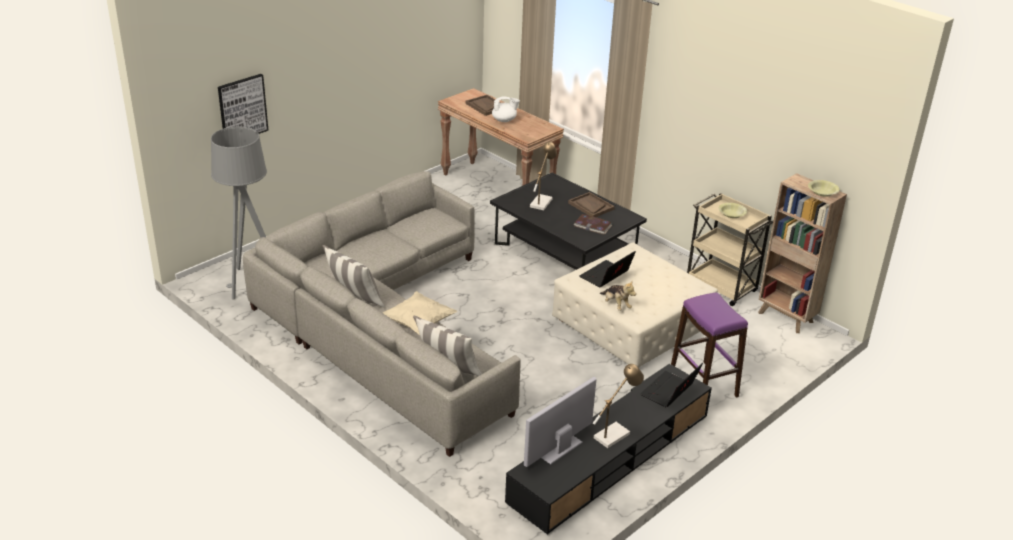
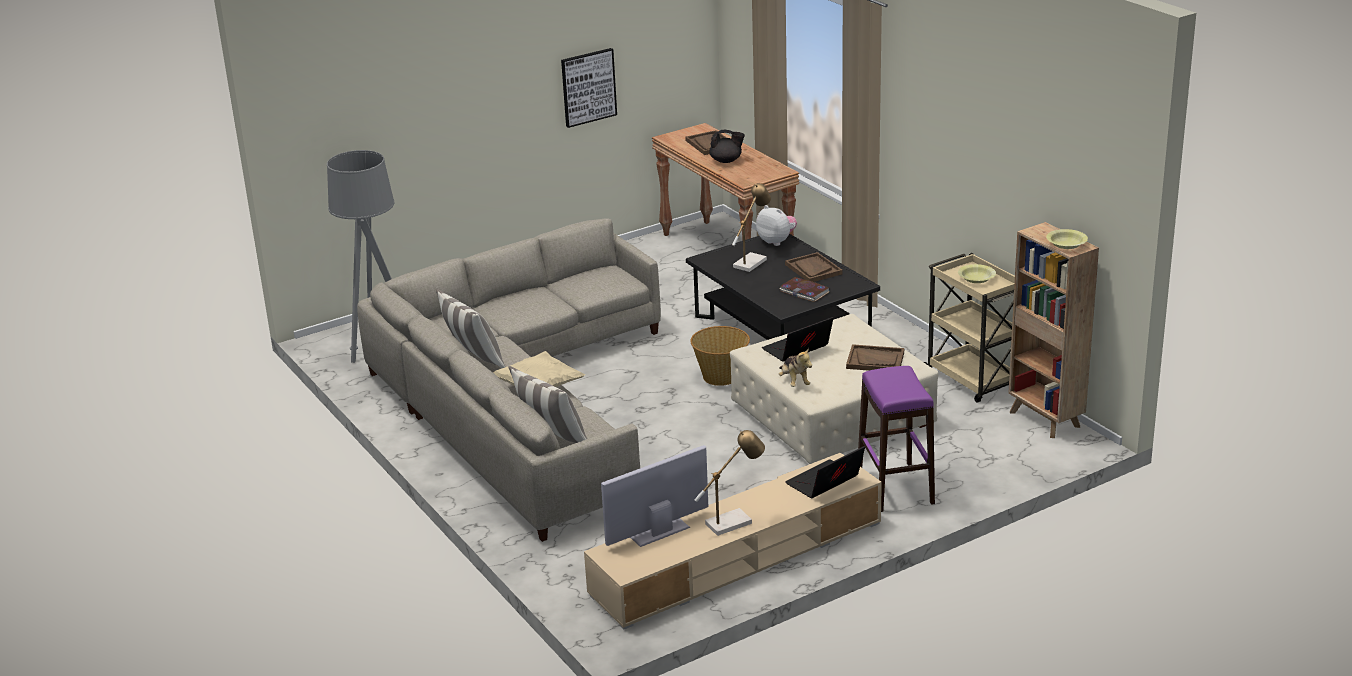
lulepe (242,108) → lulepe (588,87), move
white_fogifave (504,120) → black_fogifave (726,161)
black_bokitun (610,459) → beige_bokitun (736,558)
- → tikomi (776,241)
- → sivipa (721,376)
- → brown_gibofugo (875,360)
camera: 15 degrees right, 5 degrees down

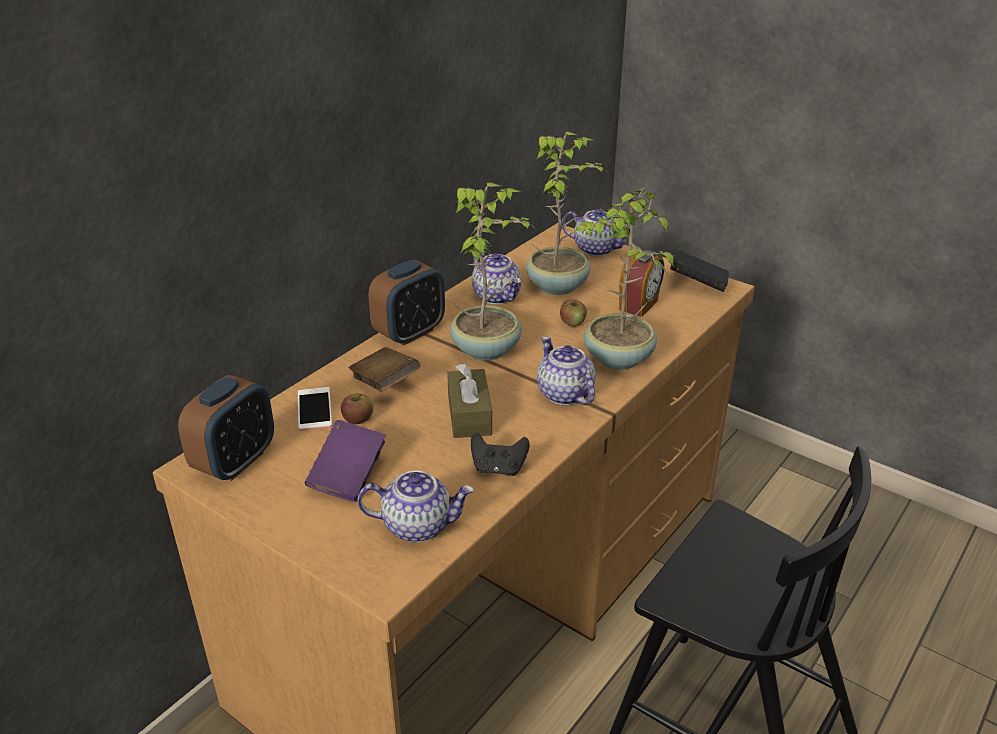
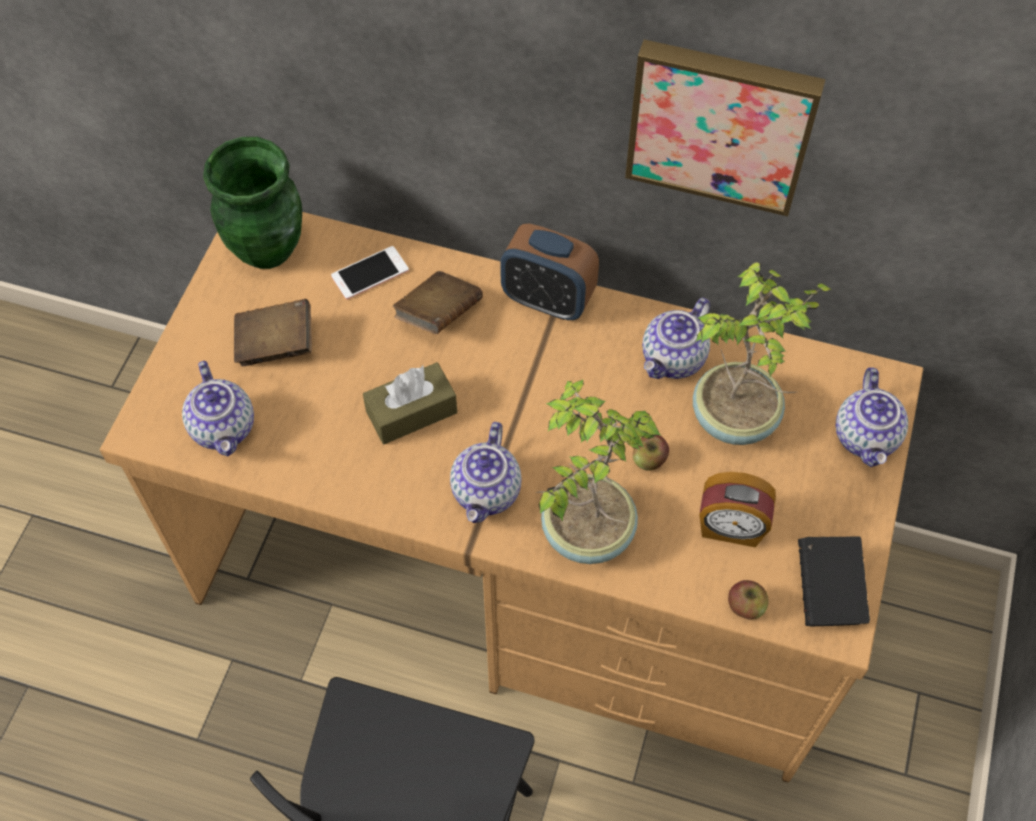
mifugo (487,349) → -
fogifave (564,394) → fogifave (487,492), 150 degrees clockwise
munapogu (235,462) → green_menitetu (268,248)
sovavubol (358,419) → sovavubol (745,606), move
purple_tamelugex (348,476) → brown_tamelugex (276,345)
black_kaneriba (498,468) → -
- → lulepe (721,123)
camera: 70 degrees right, 25 degrees up

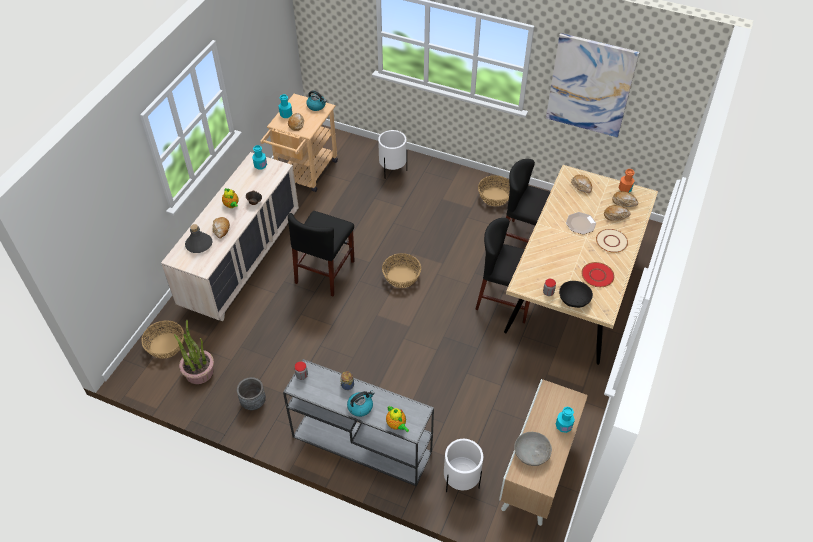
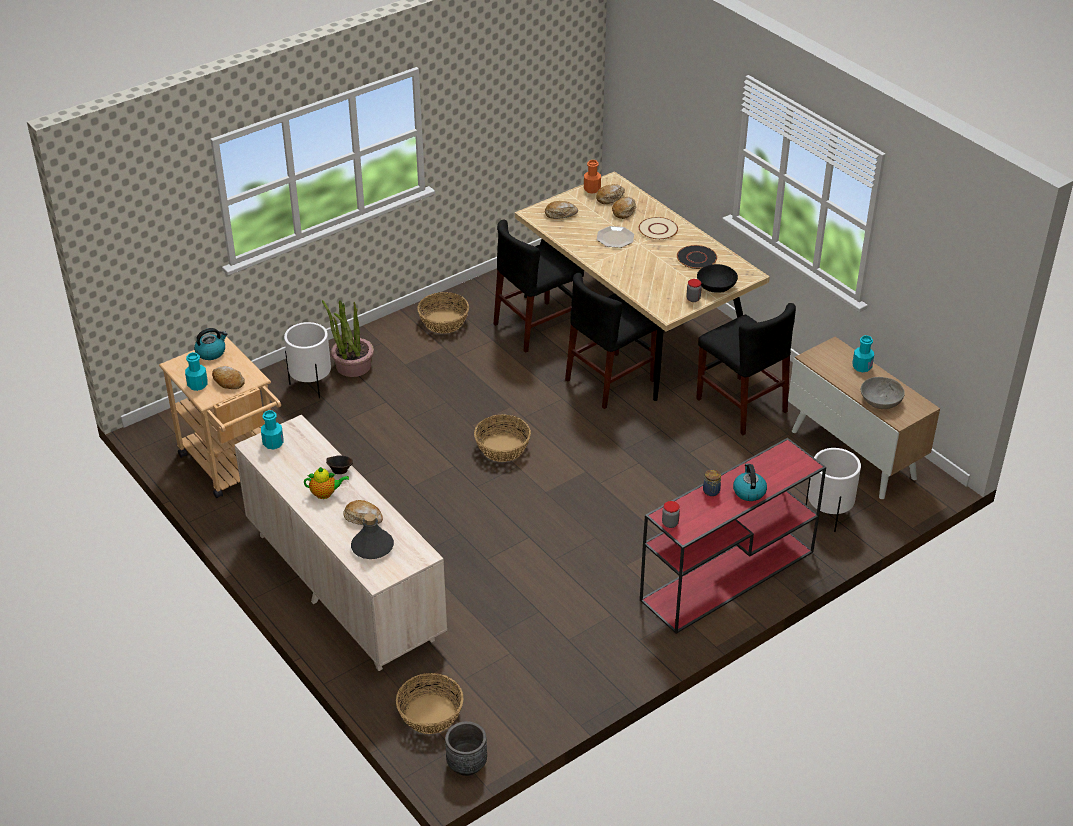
lulepe (590,85) → -
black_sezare (325,272) → black_sezare (741,405), move
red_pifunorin (597,275) → black_pifunorin (697,258)
mifugo (199,371) → mifugo (353,365), move
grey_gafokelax (360,444) → red_gafokelax (726,577)
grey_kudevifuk (253,402) → grey_kudevifuk (466,764), move
fogifave (397,425) → -
camera: 60 degrees left, 10 degrees down

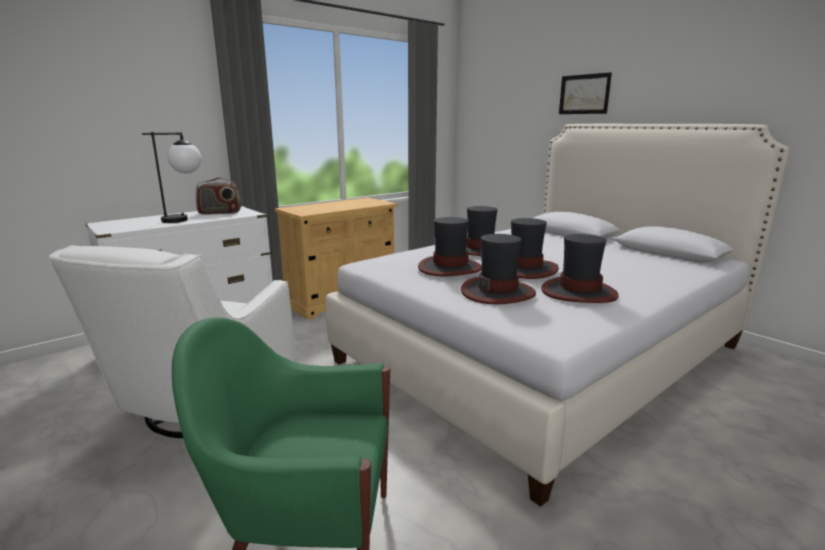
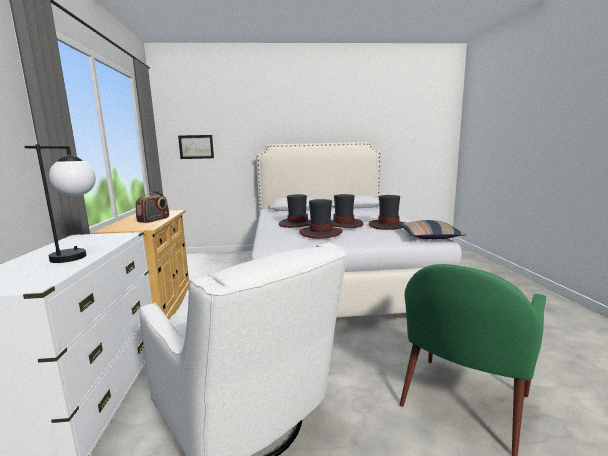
lulepe (584,94) → lulepe (196,147), move
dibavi (219,213) → dibavi (154,220), move
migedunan (498,292) → -
- → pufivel (429,236)
camera: 55 degrees left, 5 degrees down

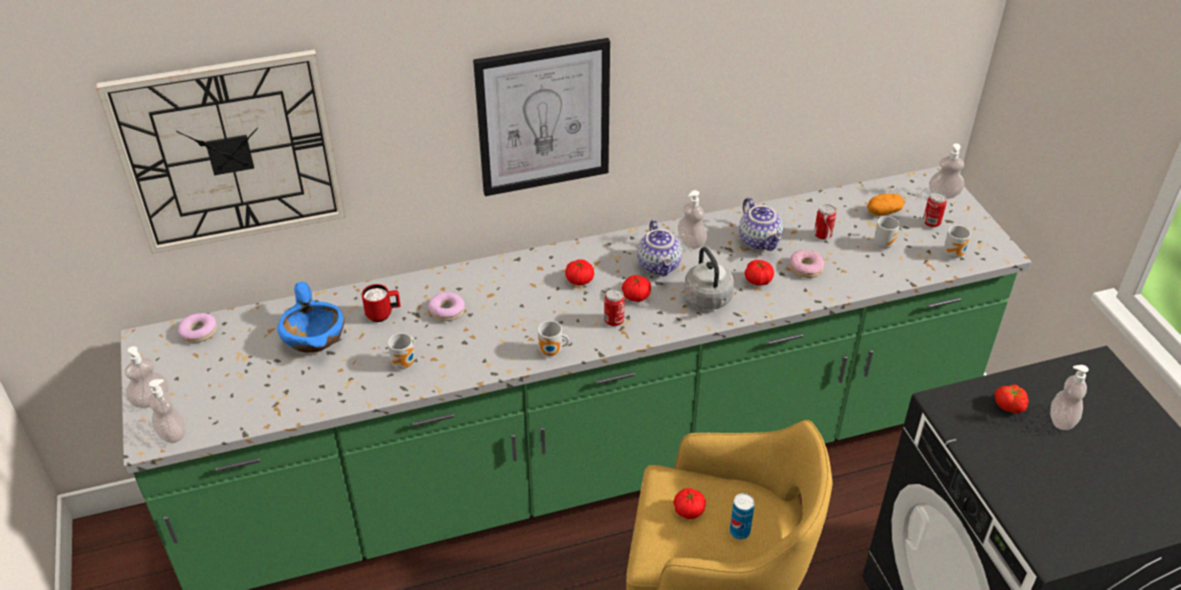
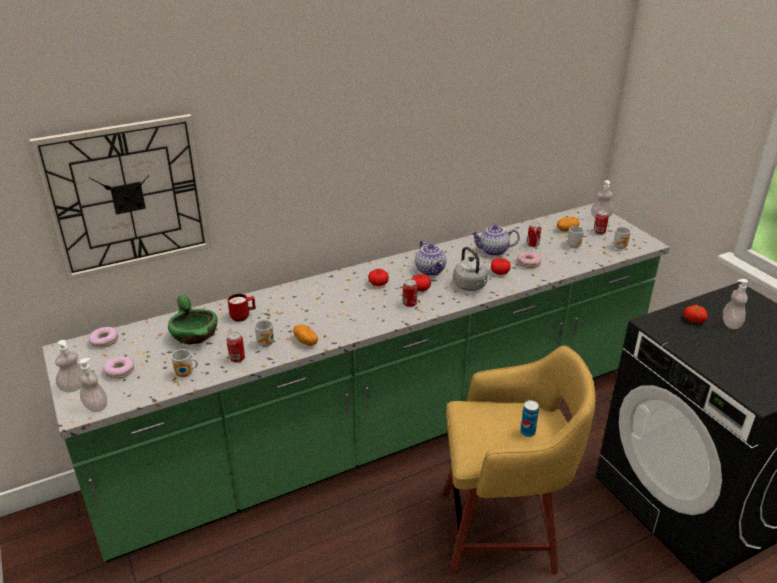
lulepe (543,117) → -
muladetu (691,242) → -
fogifave (760,241) → fogifave (493,251), 120 degrees clockwise
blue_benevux (314,338) → green_benevux (195,335)
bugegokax (447,311) → bugegokax (119,371), move
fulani (552,352) → fulani (185,375), move
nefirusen (688,510) → -
- → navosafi (306,341)
- → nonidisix (237,359)
camera: 10 degrees left, 10 degrees down

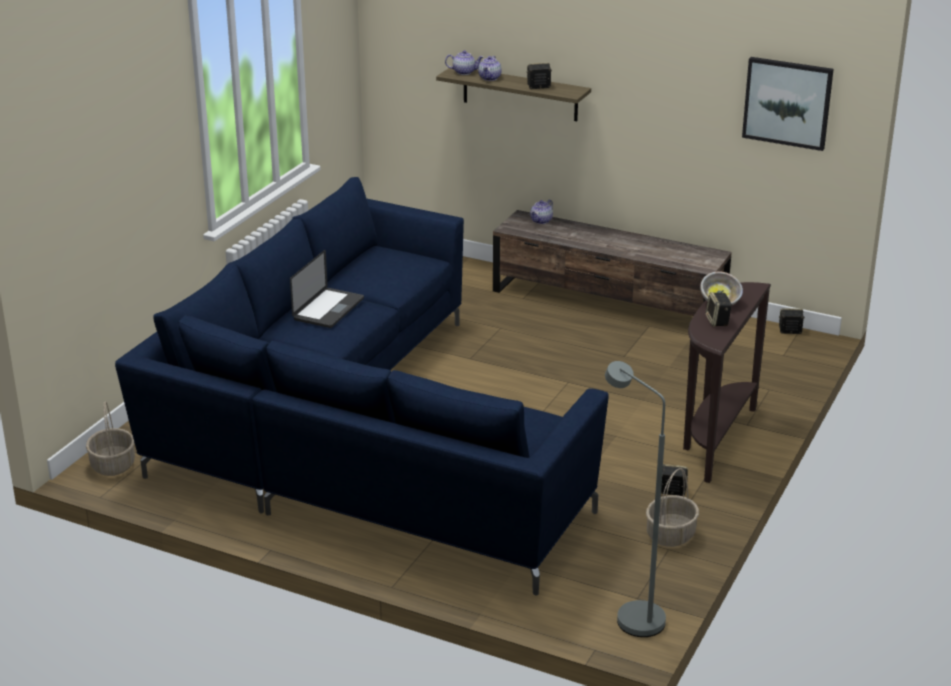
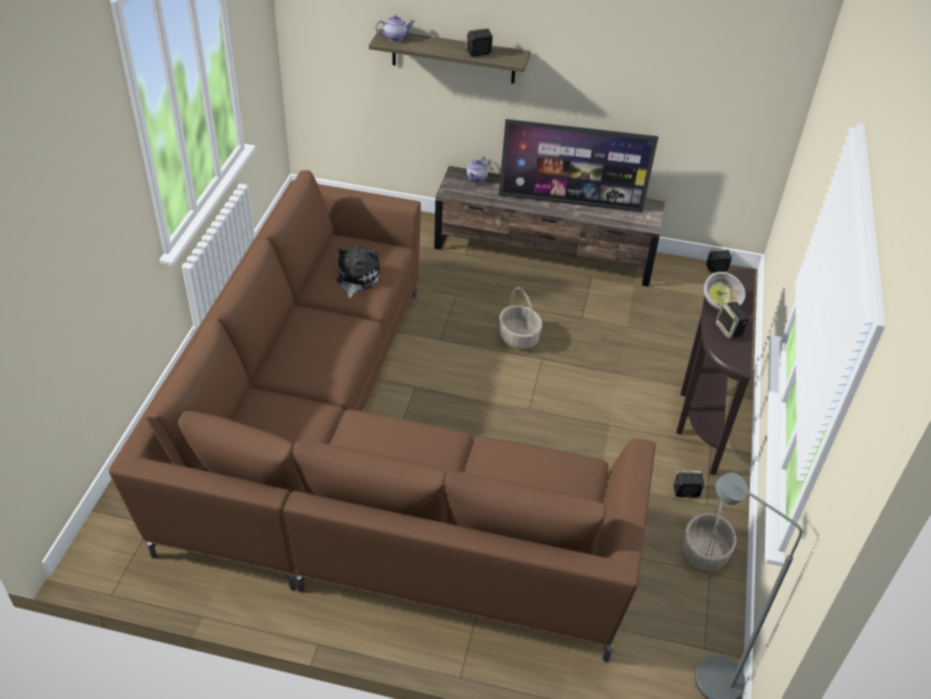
fogifave (490,78) → -
lulepe (787,102) → -
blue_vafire (356,439) → brown_vafire (361,466)
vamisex (328,309) → -
sivipa (113,465) → sivipa (519,338), move
- → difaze (570,202)
- → tikomi (356,278)
camera: 15 degrees left, 15 degrees up

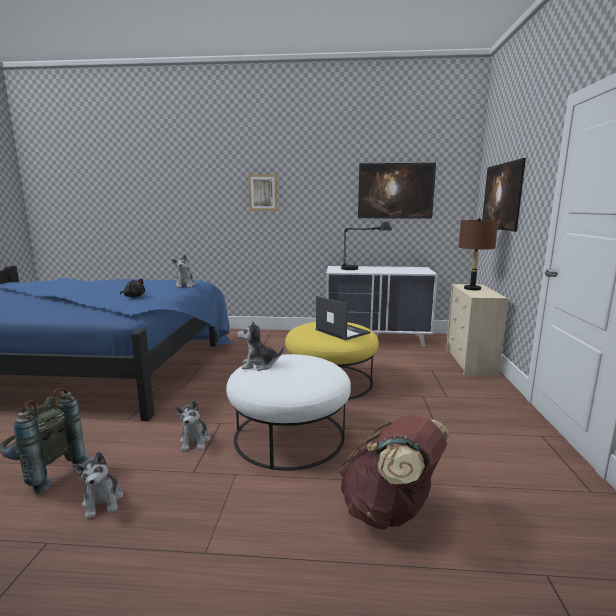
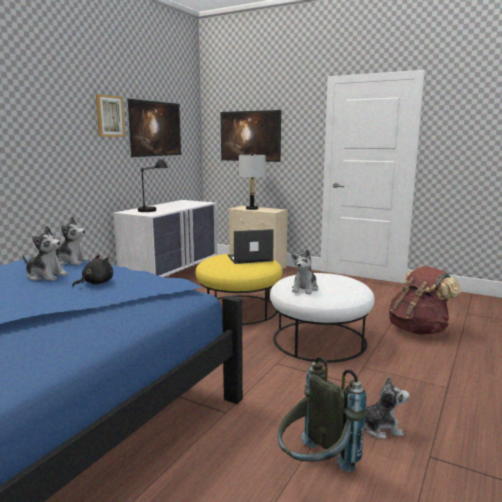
lulepe (263,192) → lulepe (109,116), move
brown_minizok (472,289) → grey_minizok (251,208)
tikomi (195,441) → tikomi (46,276), move
camera: 65 degrees left, 0 degrees up

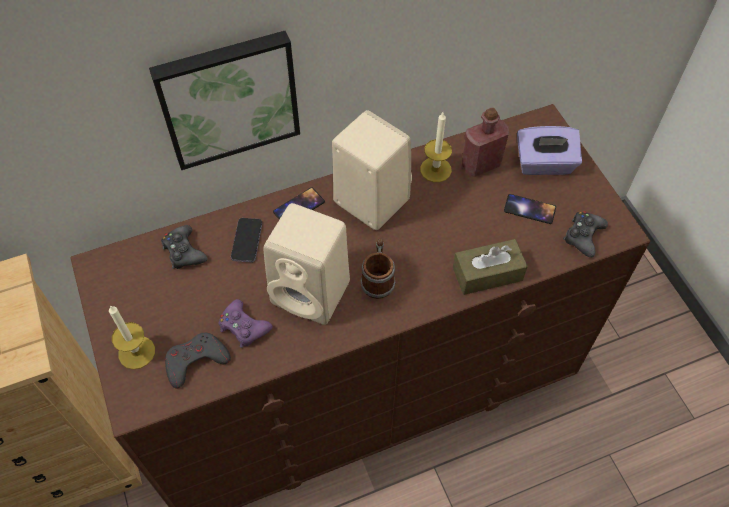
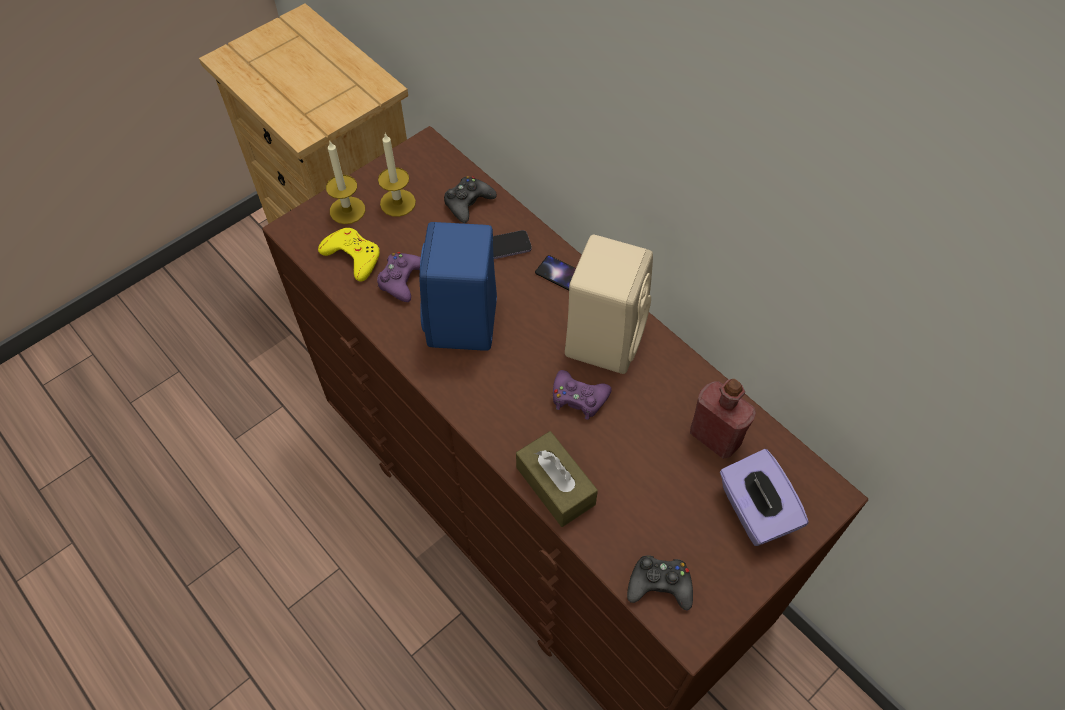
lulepe (228,98) → -
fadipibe (435,169) → fadipibe (397,203), move
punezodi (529,209) → -
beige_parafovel (313,293) → blue_parafovel (463,324)
fulani (378,279) → -
grey_kaneriba (196,361) → yellow_kaneriba (353,256)
- → purple_kaneriba (578,398)
camera: 70 degrees right, 0 degrees up

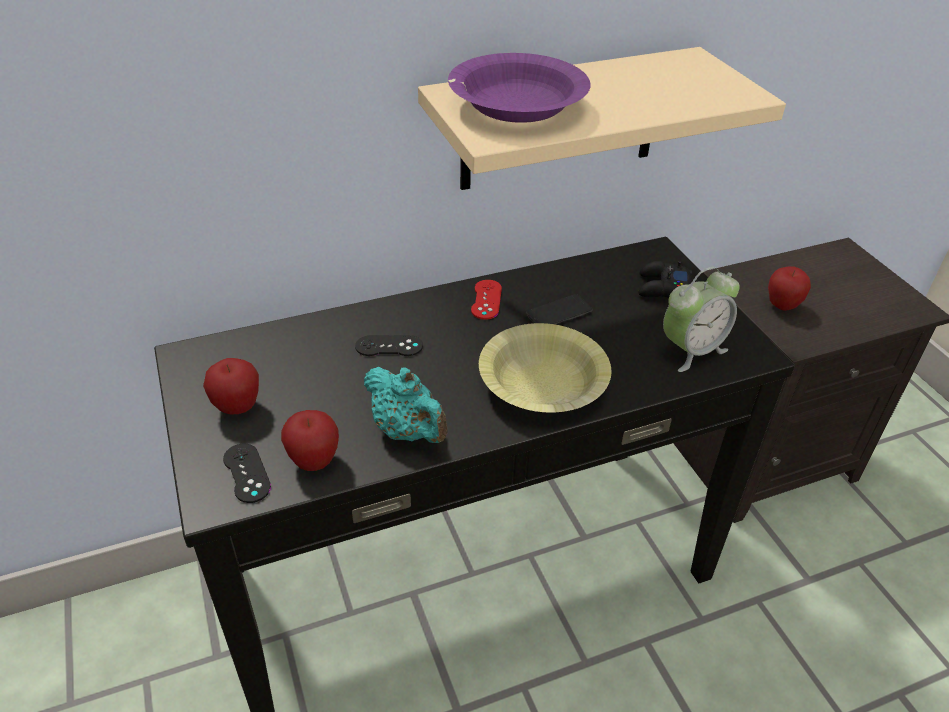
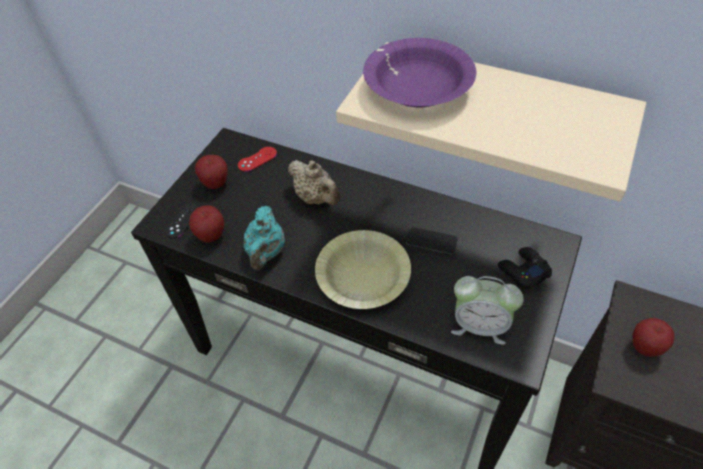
red_kaneriba (486,299) → red_kaneriba (257,159), move
black_kaneriba (389,346) → beige_fogifave (316,198)
camera: 50 degrees right, 10 degrees up

